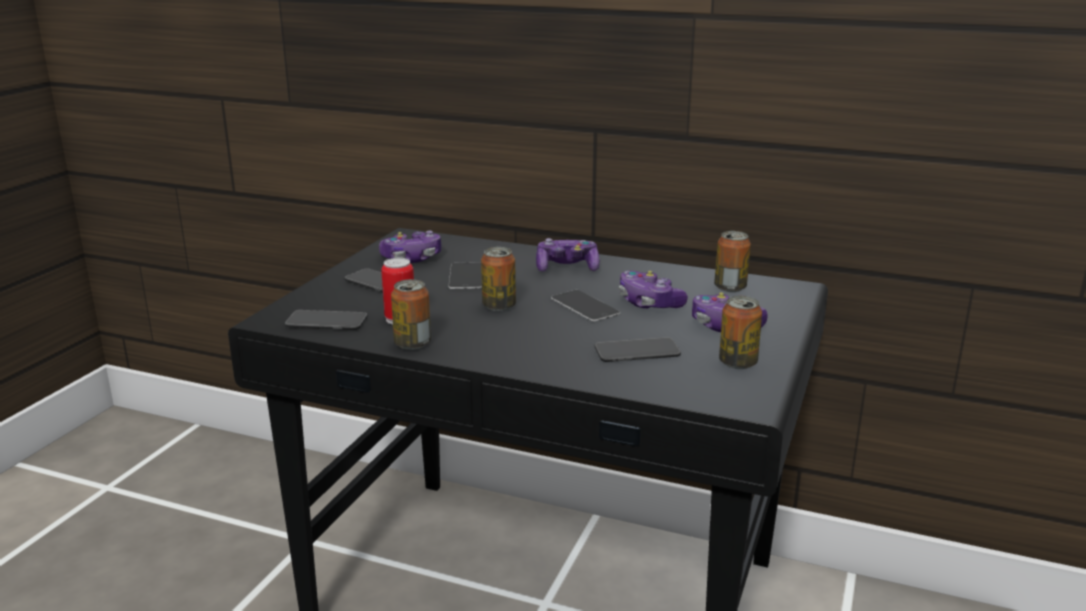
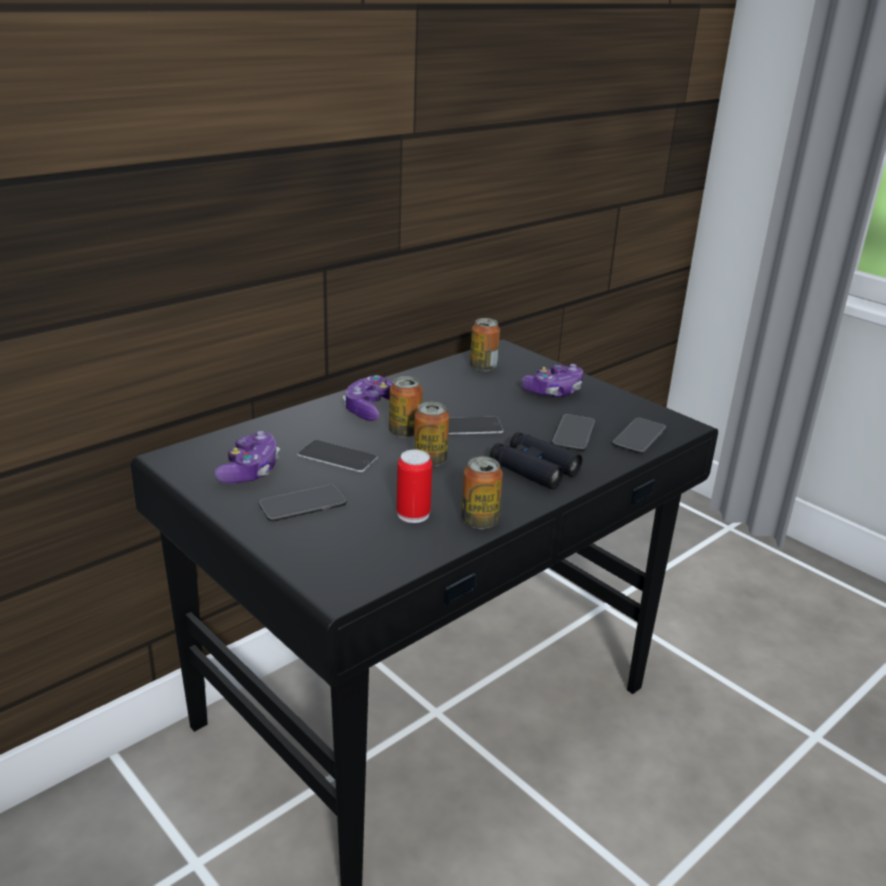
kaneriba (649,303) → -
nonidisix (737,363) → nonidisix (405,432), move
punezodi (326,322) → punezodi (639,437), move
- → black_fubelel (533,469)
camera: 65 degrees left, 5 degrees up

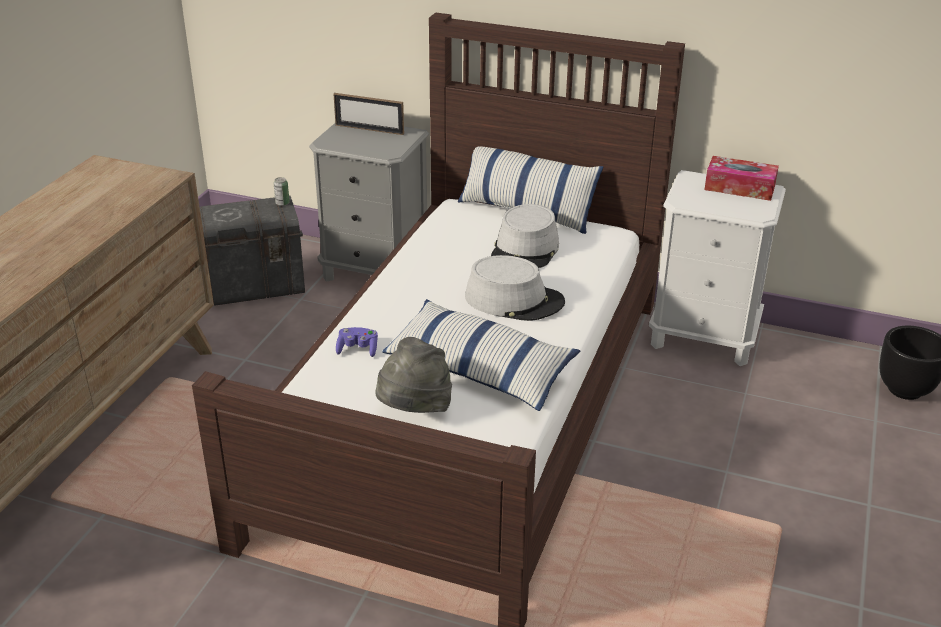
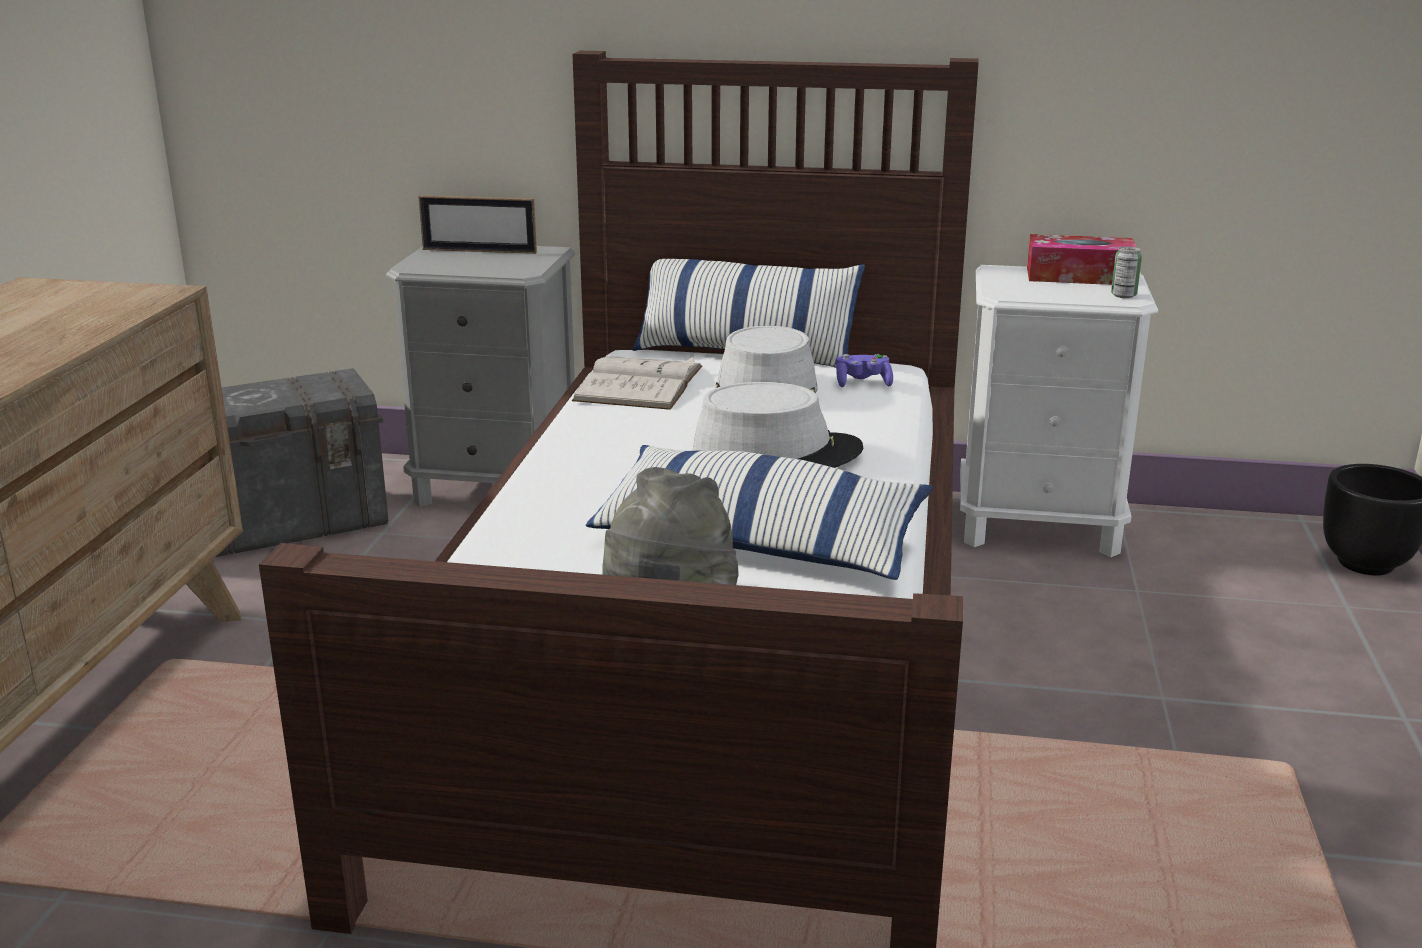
nonidisix (282,203) → nonidisix (1123,295), move
purple_kaneriba (358,349) → purple_kaneriba (862,383), move
- → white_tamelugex (639,383)
camera: 10 degrees left, 10 degrees down

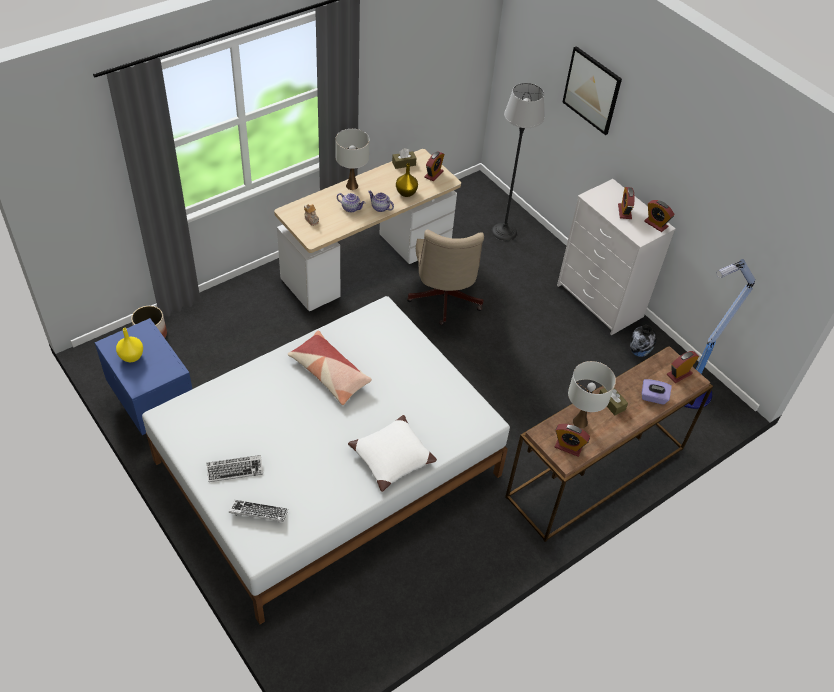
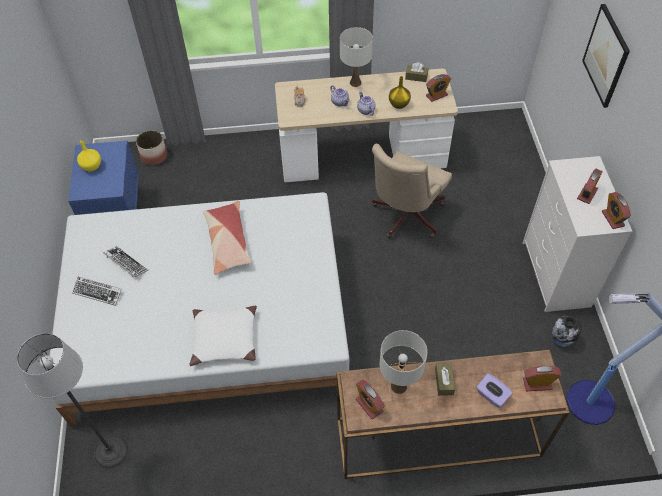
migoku (504,232) → migoku (111,452), move
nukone (258,513) → nukone (126,263), move
camera: 35 degrees right, 5 degrees up

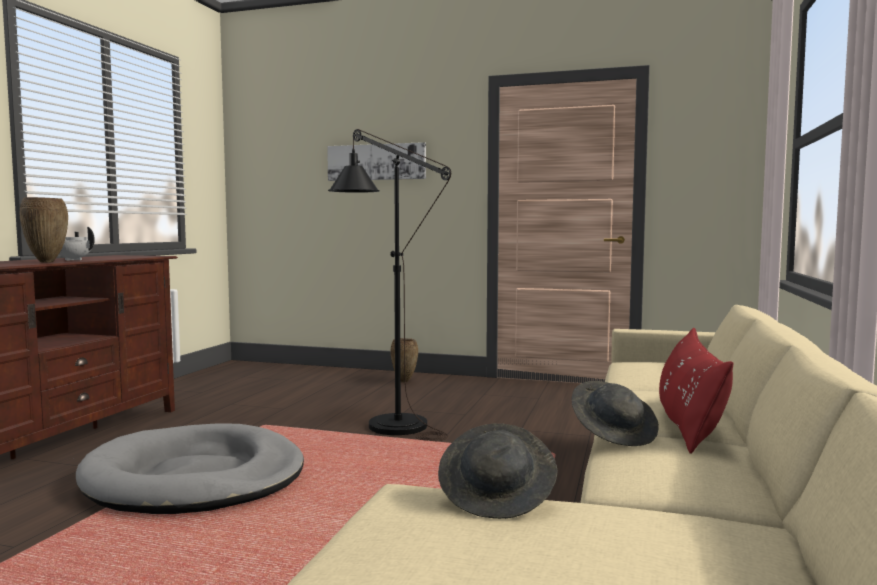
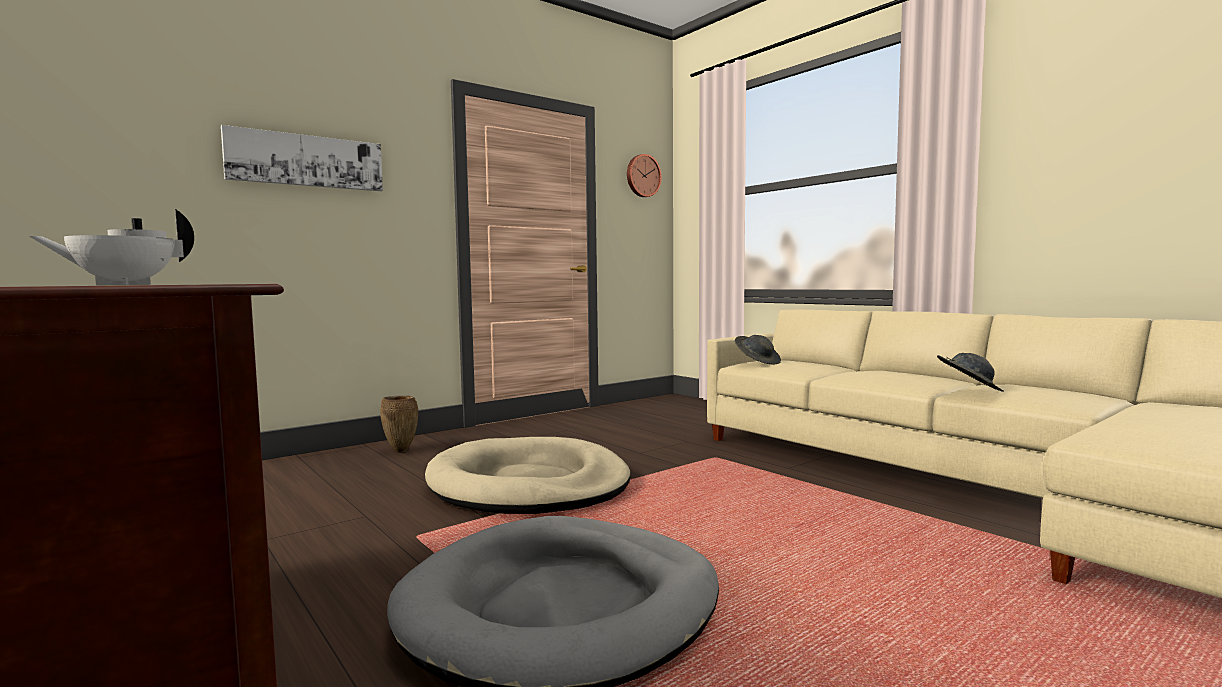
black_migoku (386,422) → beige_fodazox (528,485)
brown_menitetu (47,262) → -
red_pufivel (688,424) → -
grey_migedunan (498,496) → grey_migedunan (757,362), move
- → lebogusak (642,176)
camera: 55 degrees left, 0 degrees up

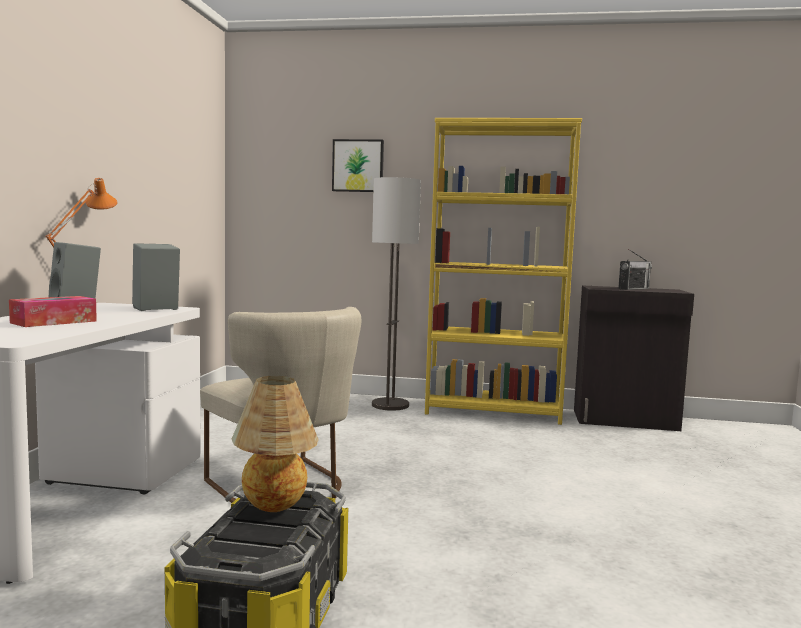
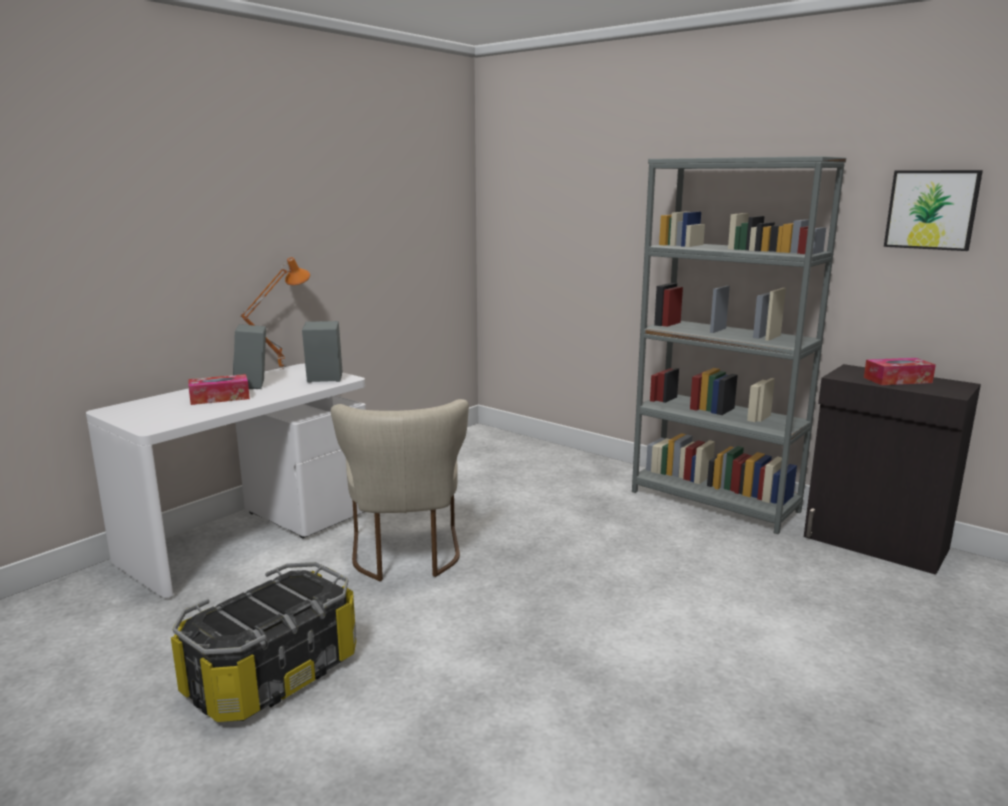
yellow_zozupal (493,412) → grey_zozupal (714,501)
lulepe (358,166) → lulepe (932,209), move
migoku (390,405) → -
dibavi (633,289) → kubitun (897,380)
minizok (275,510) → -
camera: 30 degrees right, 10 degrees up

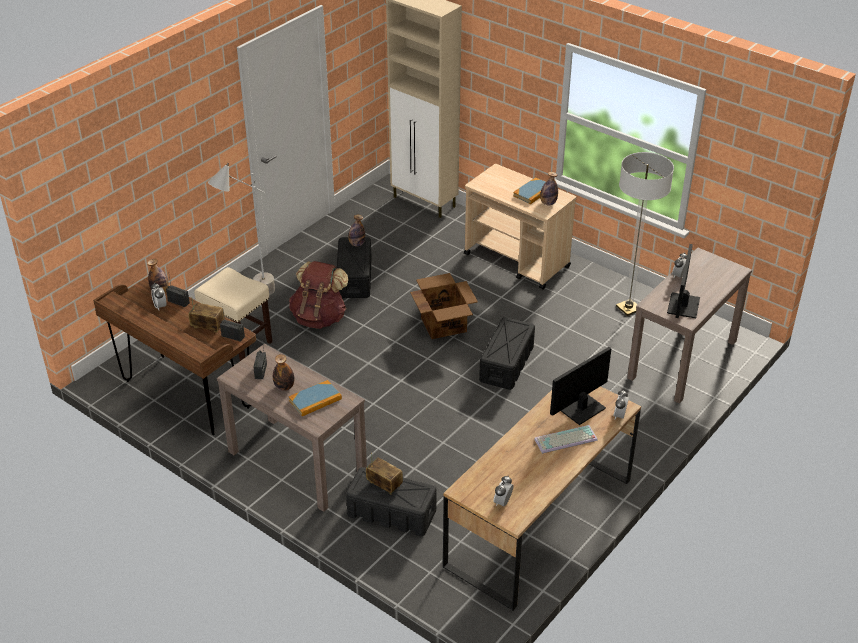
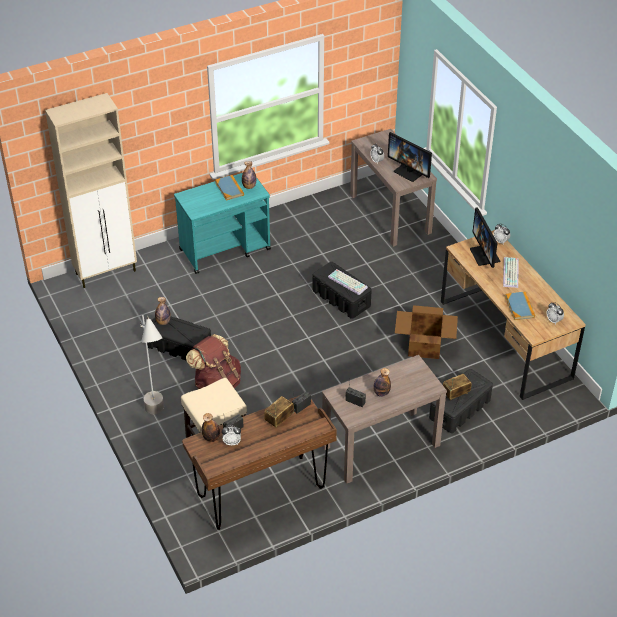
migoku (628,308) → -
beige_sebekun (517,261) → turquoise_sebekun (225,249)
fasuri (443,324) → fasuri (423,346), move
tamelugex (315,400) → tamelugex (520,307), move
- → nukone (348,282)
camera: 65 degrees left, 5 degrees up

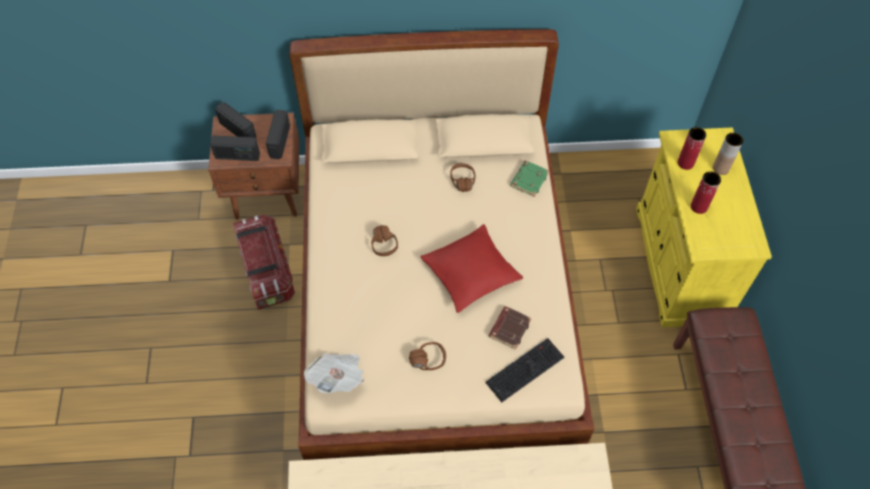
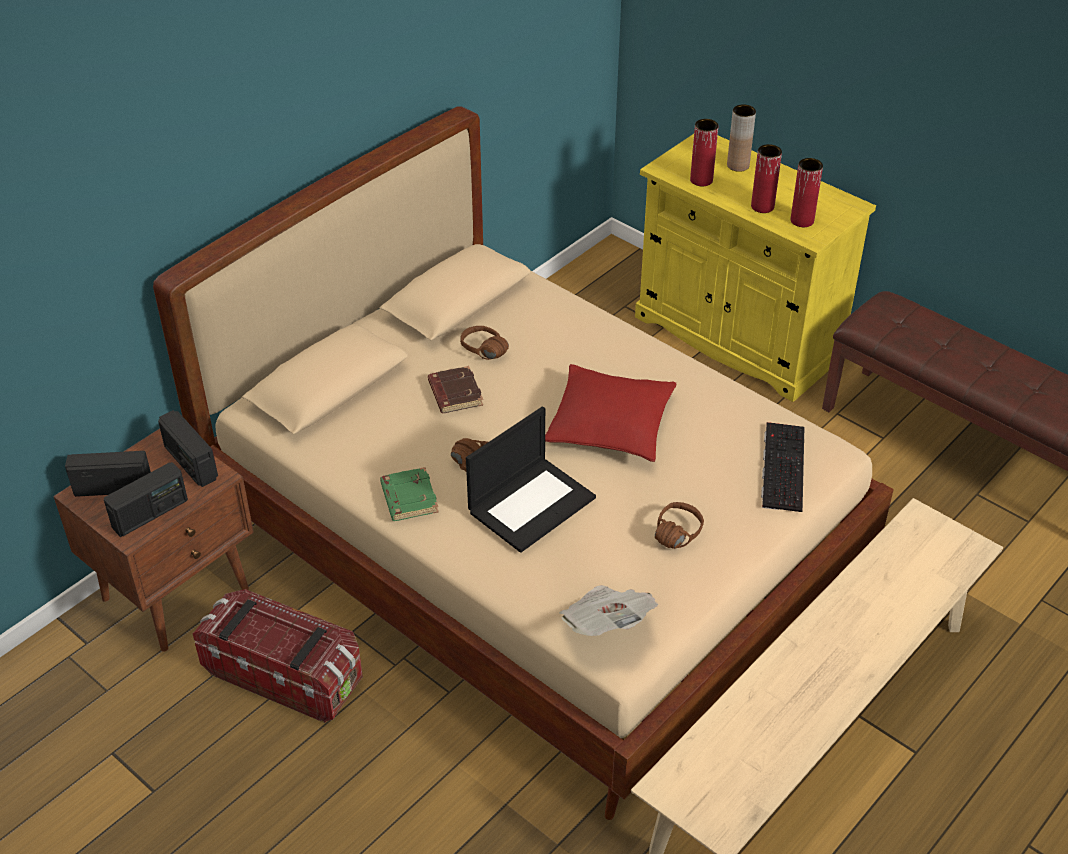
green_tamelugex (529,180) → green_tamelugex (408,498), move
brown_tamelugex (509,328) → brown_tamelugex (454,393), move
- → red_menitetu (802,220)
- → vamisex (532,503)
camera: 45 degrees left, 15 degrees down

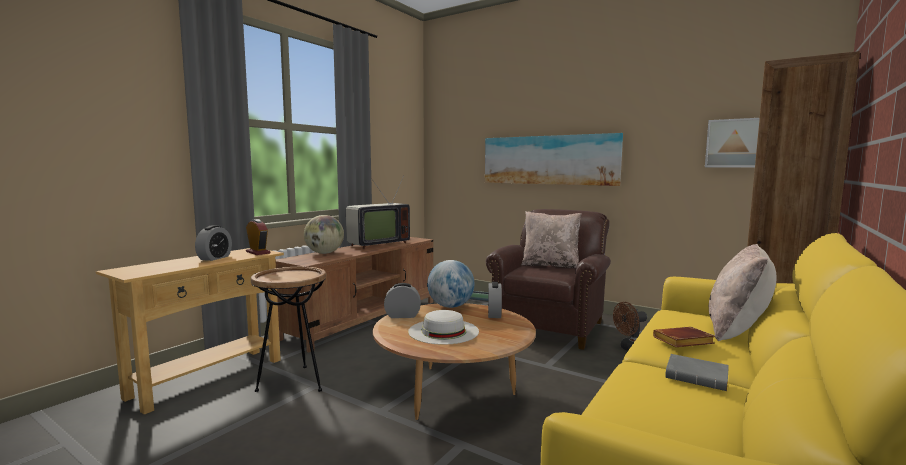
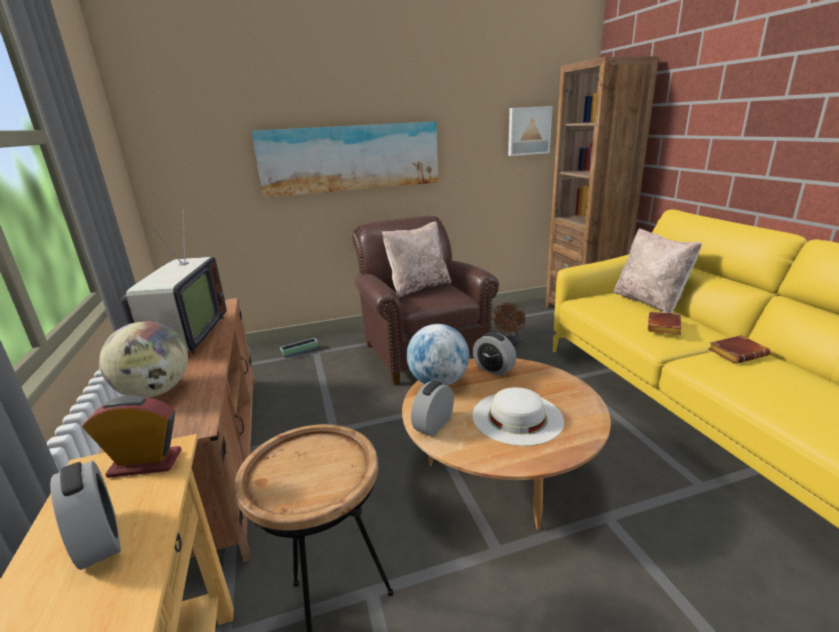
grey_tamelugex (698,377) → brown_tamelugex (737,353)
camera: 50 degrees left, 15 degrees up

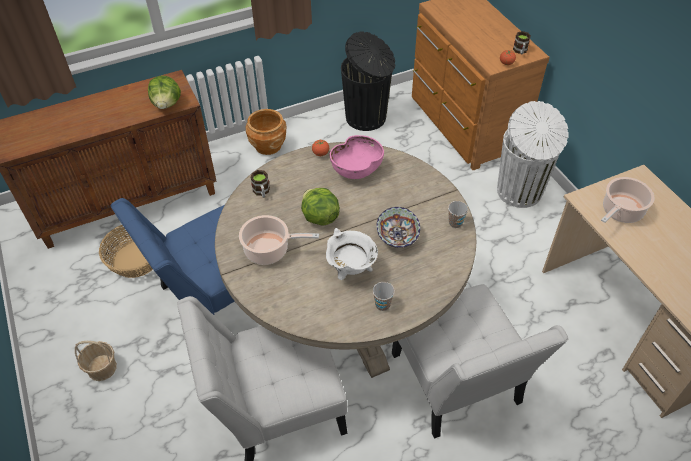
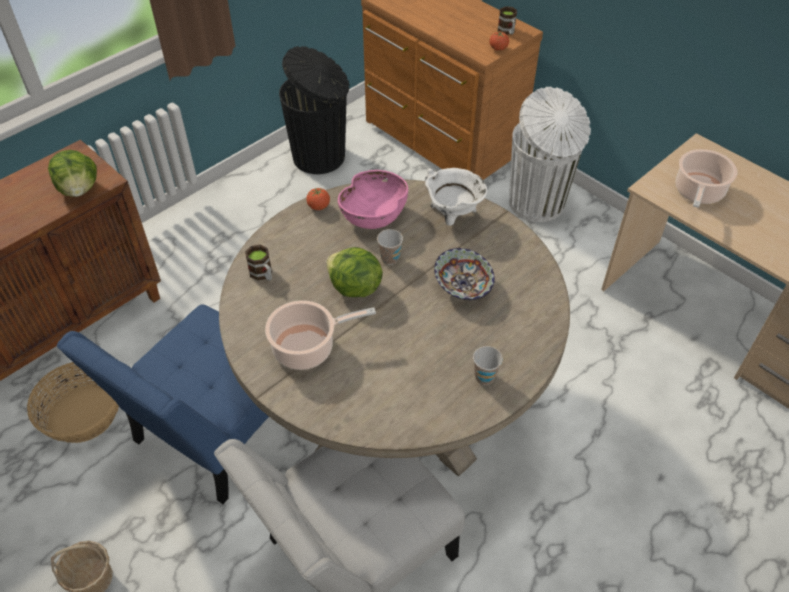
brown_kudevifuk (268,145) → -
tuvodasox (455,223) → tuvodasox (390,258), move
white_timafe (351,270) → white_timafe (452,216), move
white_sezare (458,385) → -
camera: 20 degrees left, 0 degrees up

